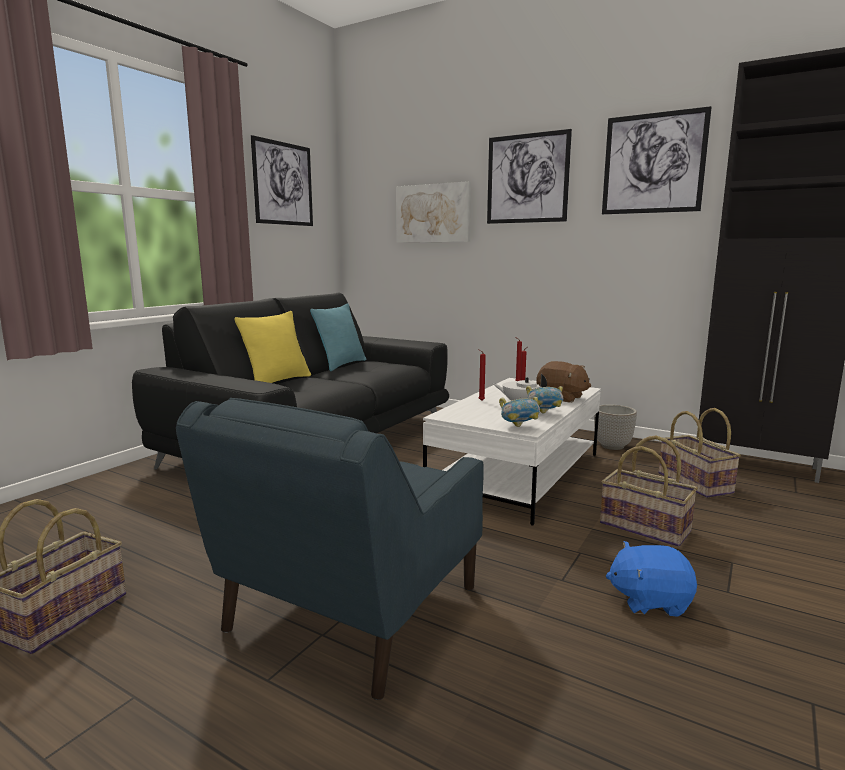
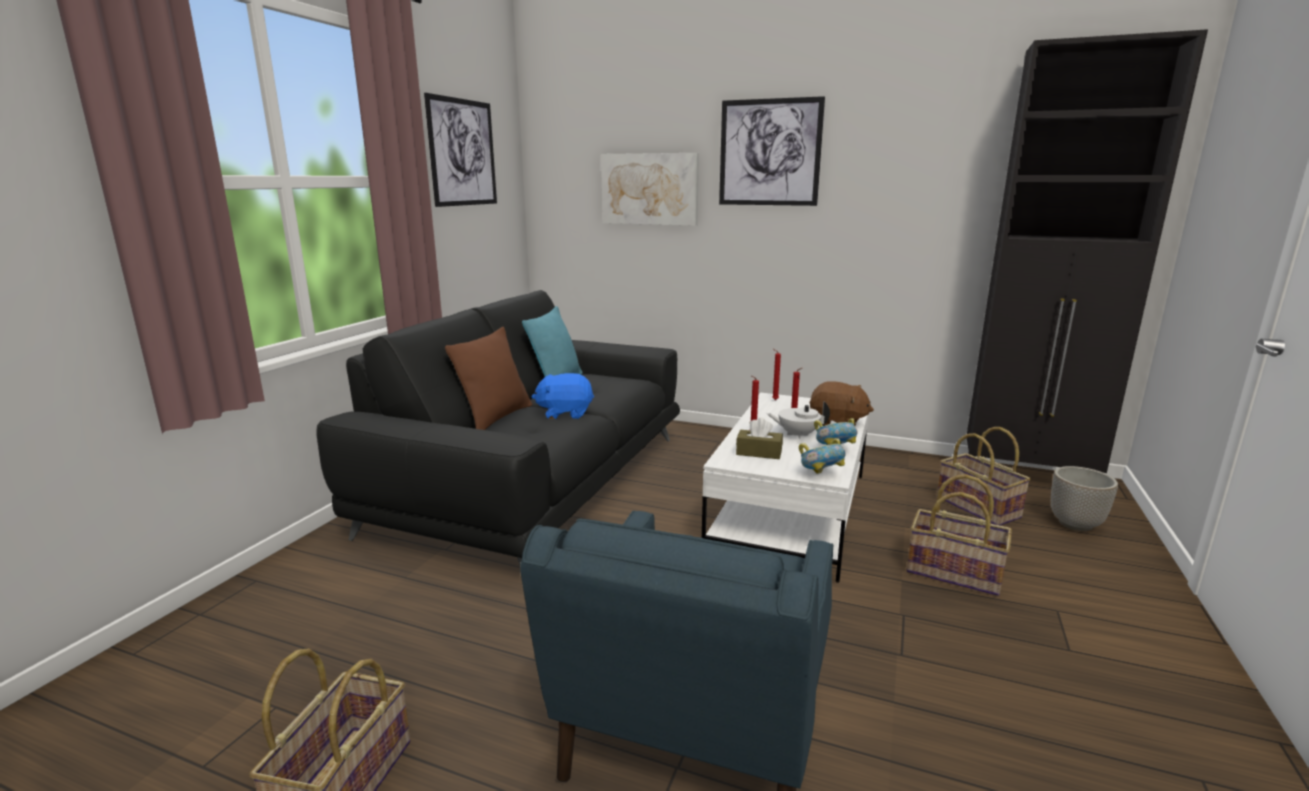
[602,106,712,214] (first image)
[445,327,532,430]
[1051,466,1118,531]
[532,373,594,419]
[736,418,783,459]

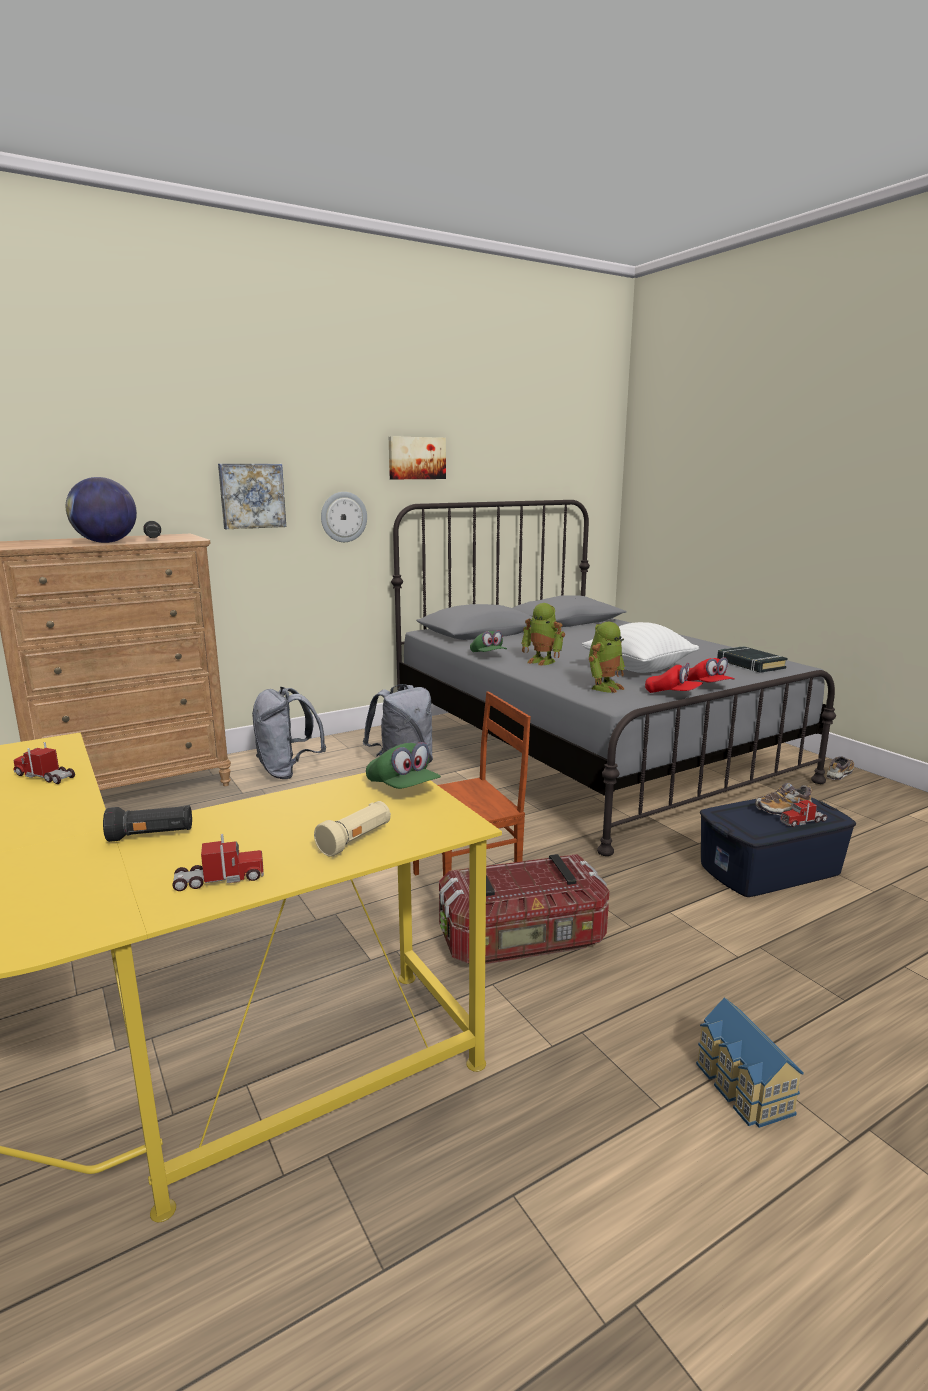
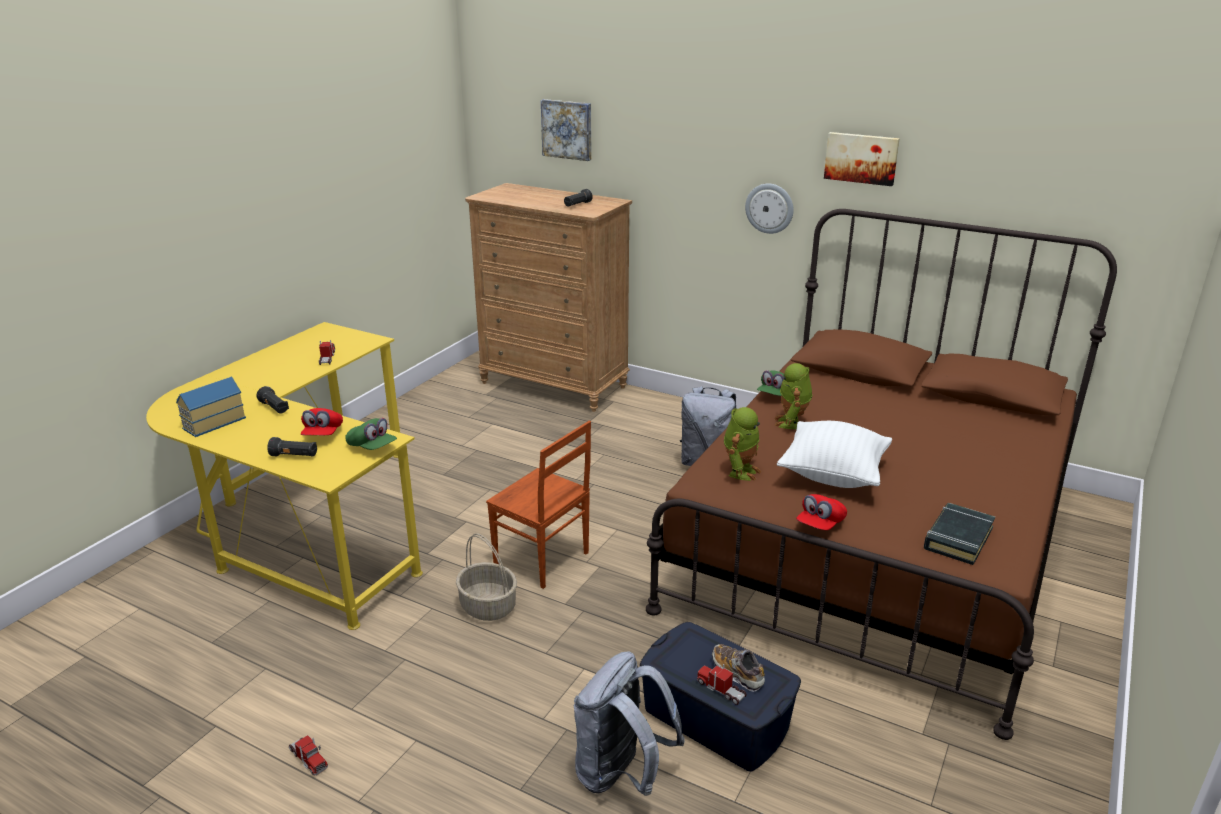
[541,99,591,161]
[66,477,137,543] (first image)
[646,209,1117,740]
[724,407,761,481]
[301,408,343,435]
[573,651,685,796]
[345,418,397,450]
[827,756,854,780] (first image)
[267,437,317,456]
[289,735,328,776]
[456,533,517,621]
[176,377,246,437]

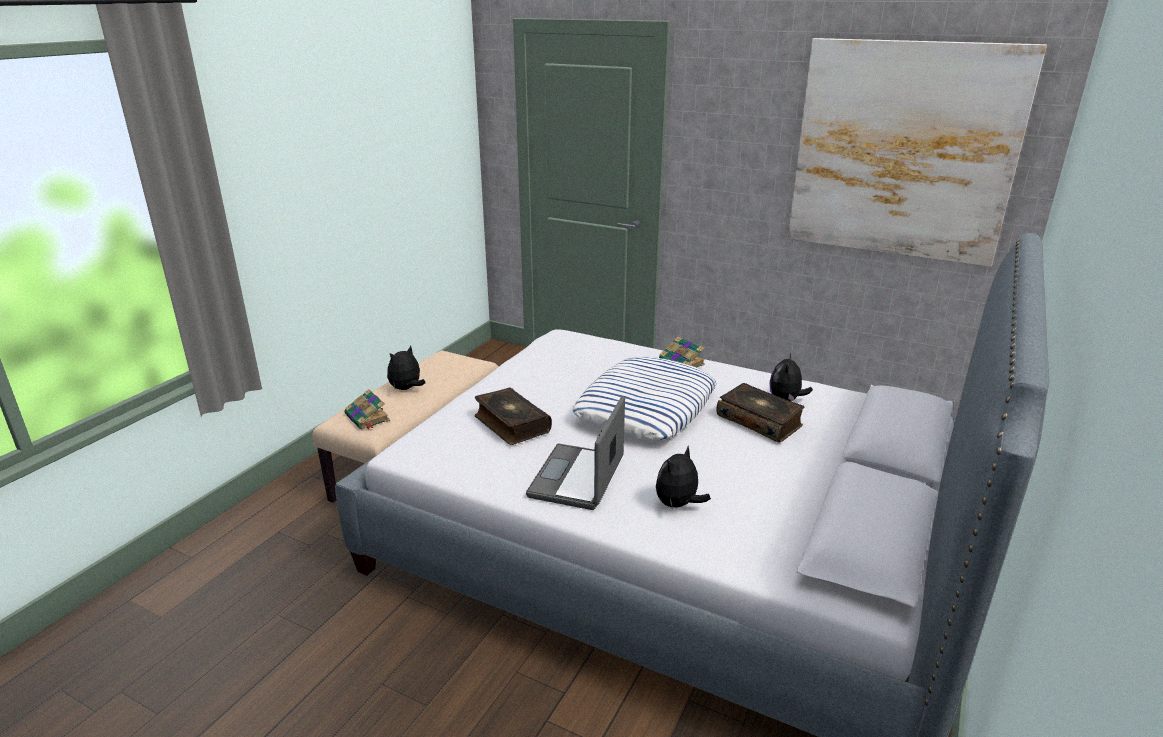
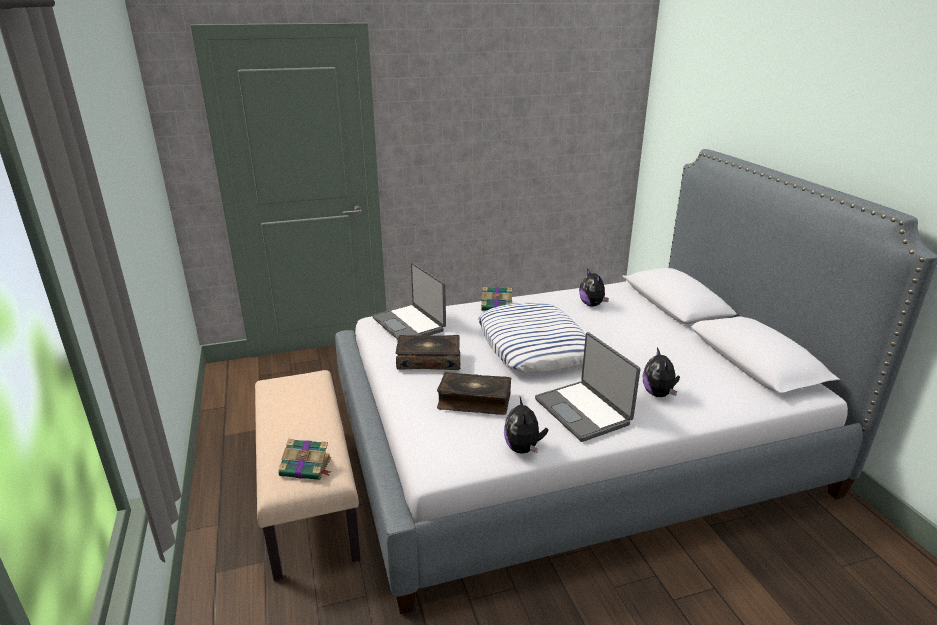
[788,38,1047,267] (first image)
[504,395,548,454]
[395,335,460,370]
[372,262,446,340]

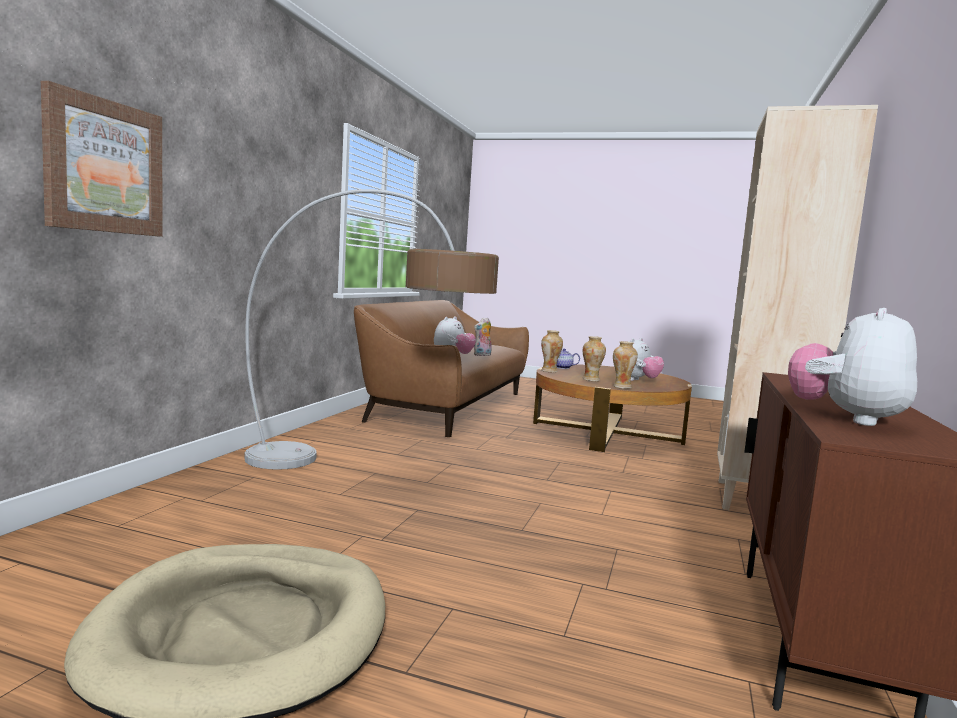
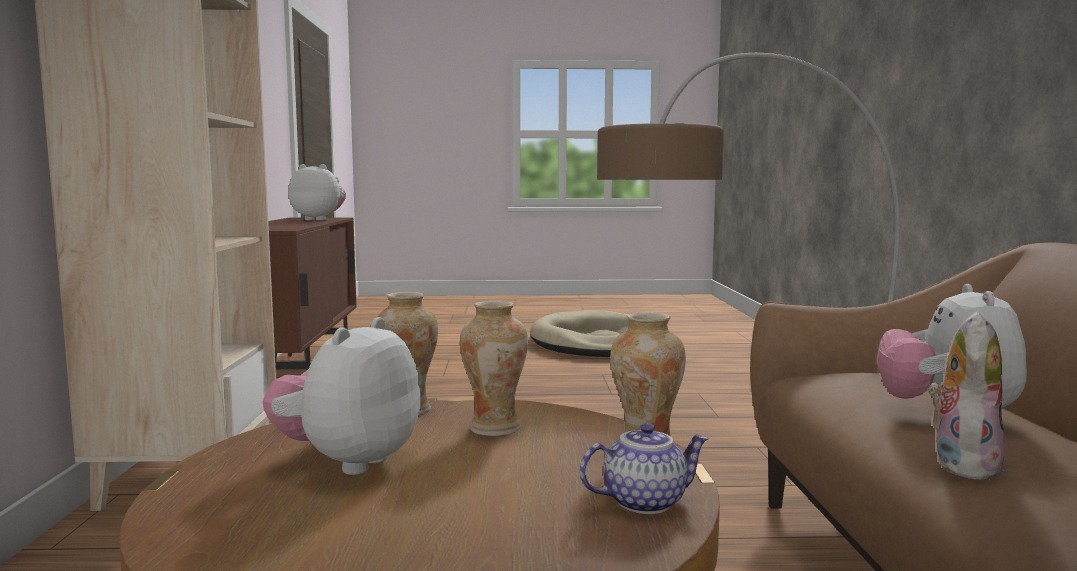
[41,81,163,237] (first image)
[288,164,346,221]

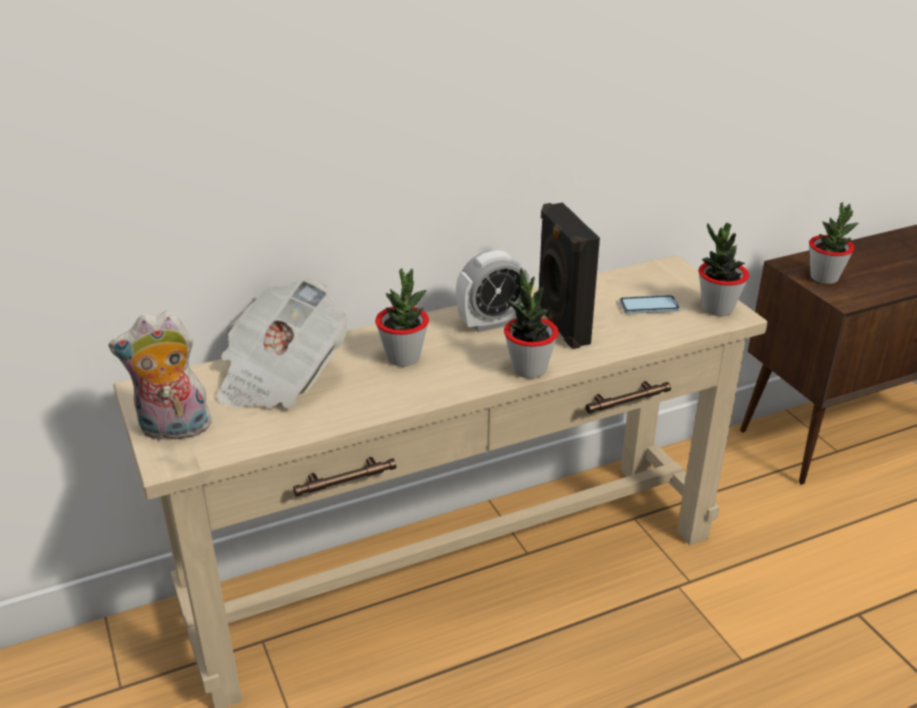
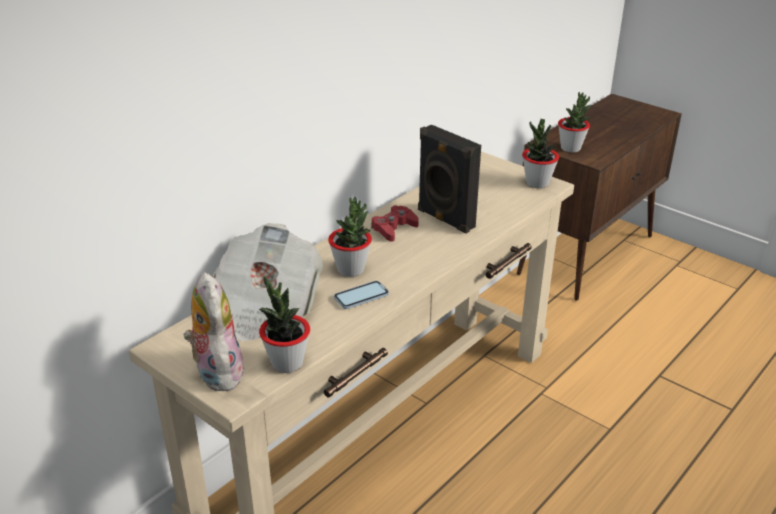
[371,205,419,242]
[259,276,310,373]
[334,281,389,309]
[184,272,244,391]

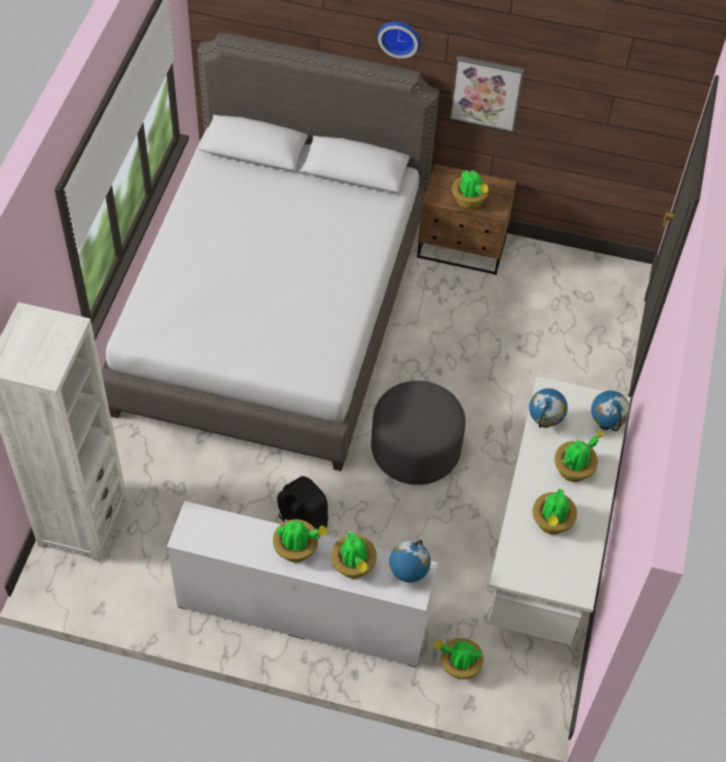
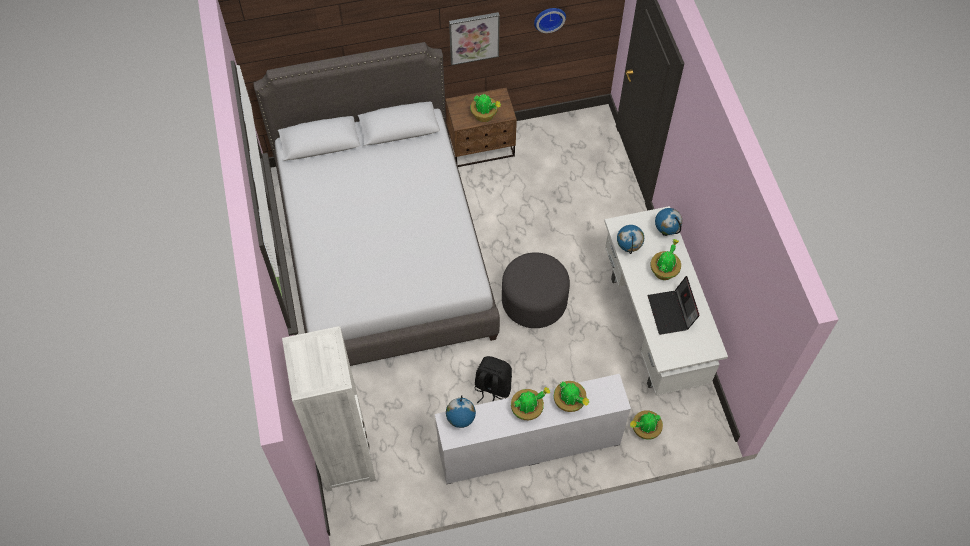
[534,8,566,33]
[648,276,700,335]
[446,395,476,428]

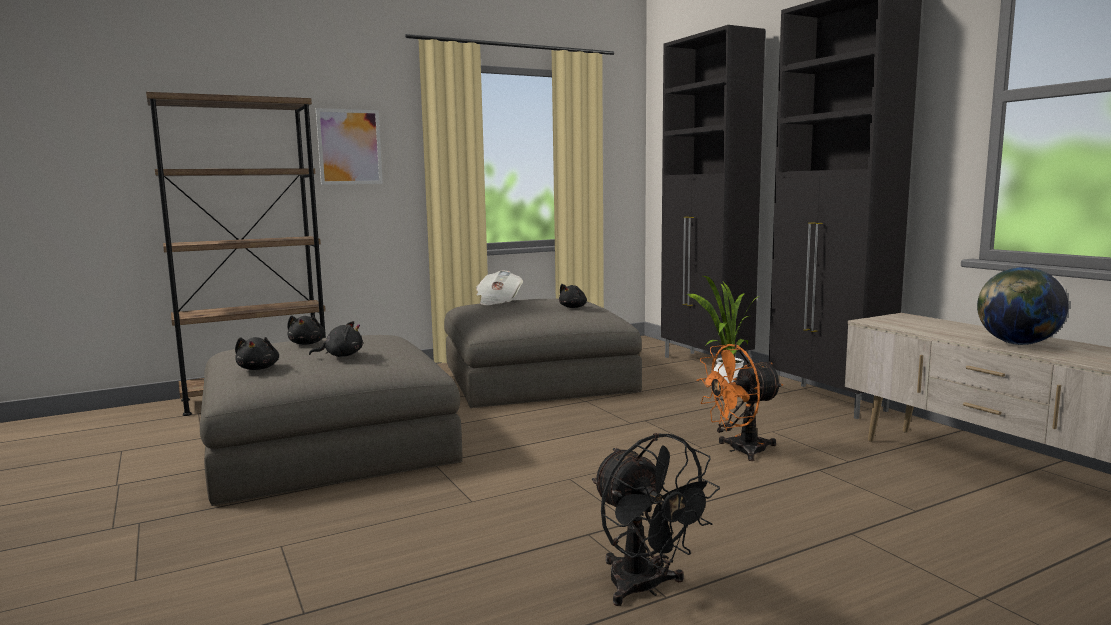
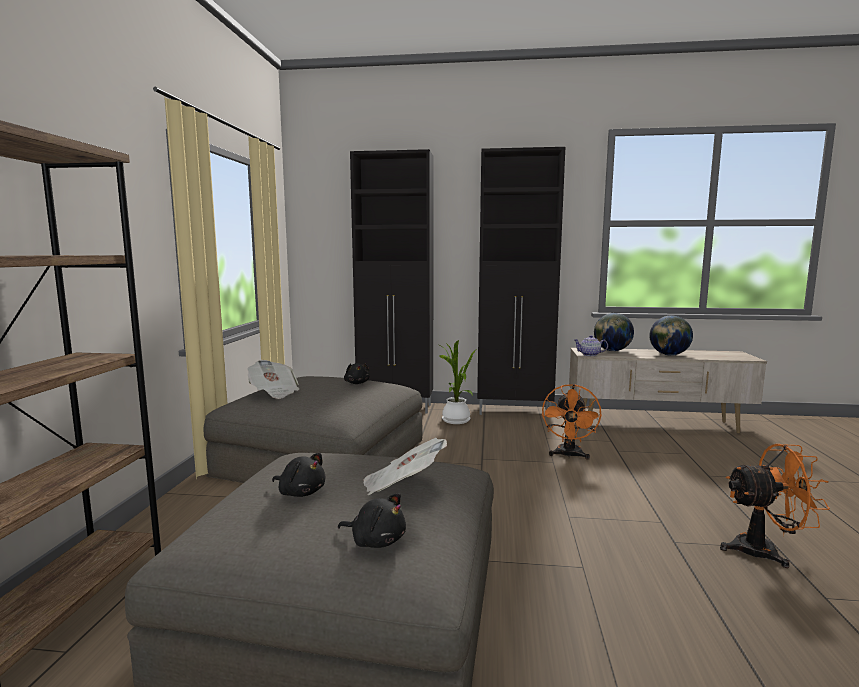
[316,108,383,185] (first image)
[363,438,447,495]
[720,444,830,568]
[594,313,634,351]
[574,335,608,356]

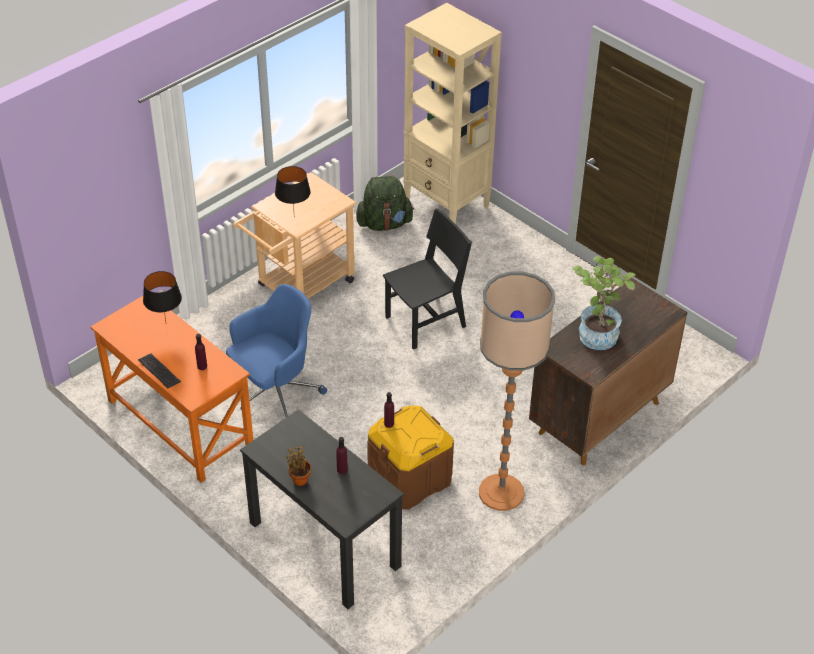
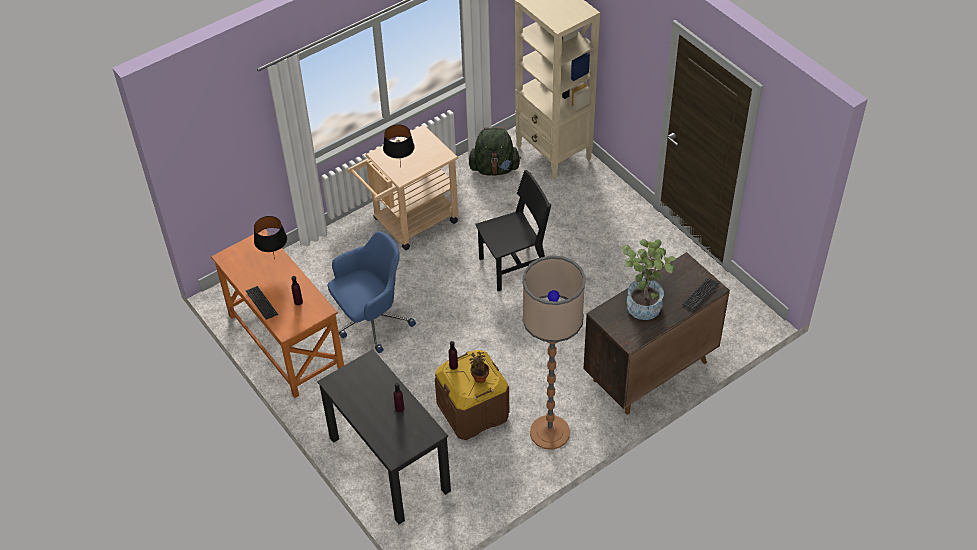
[470,351,489,383]
[682,278,719,311]

